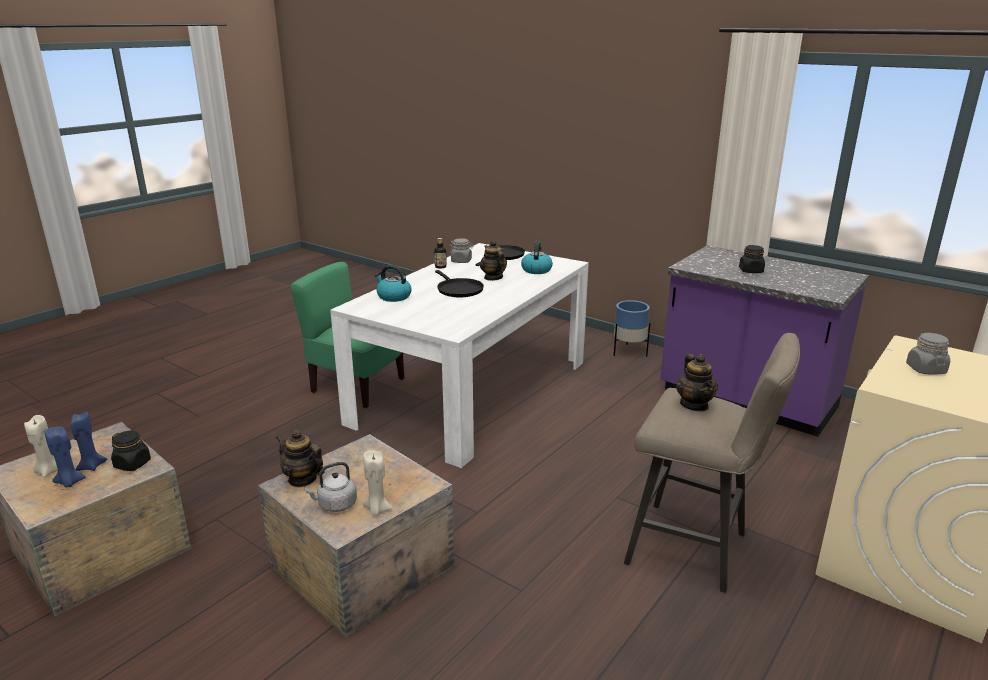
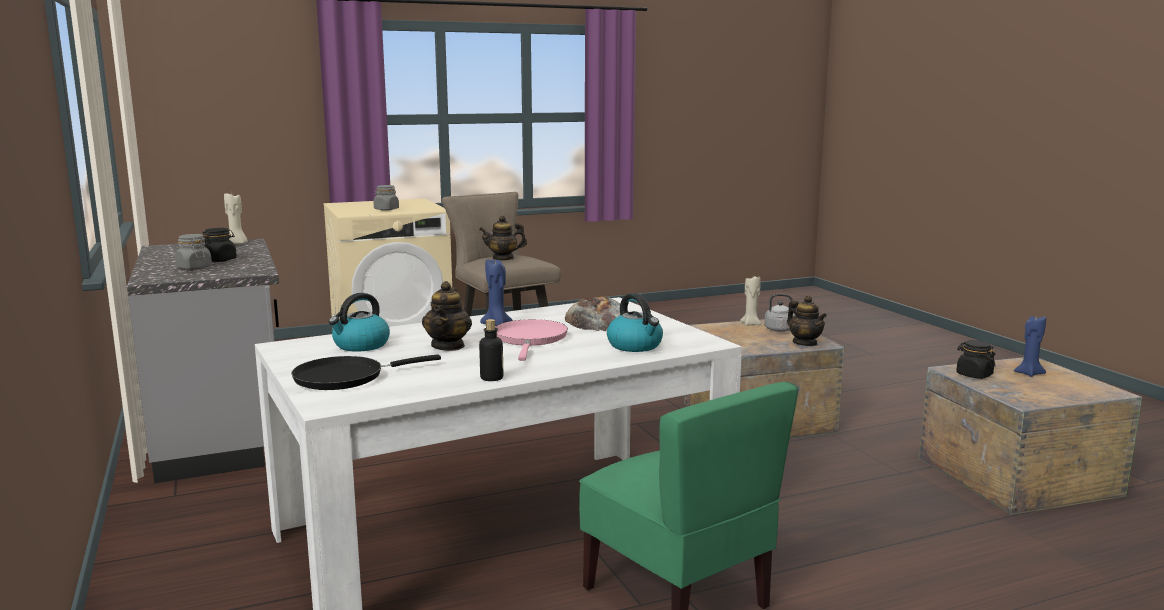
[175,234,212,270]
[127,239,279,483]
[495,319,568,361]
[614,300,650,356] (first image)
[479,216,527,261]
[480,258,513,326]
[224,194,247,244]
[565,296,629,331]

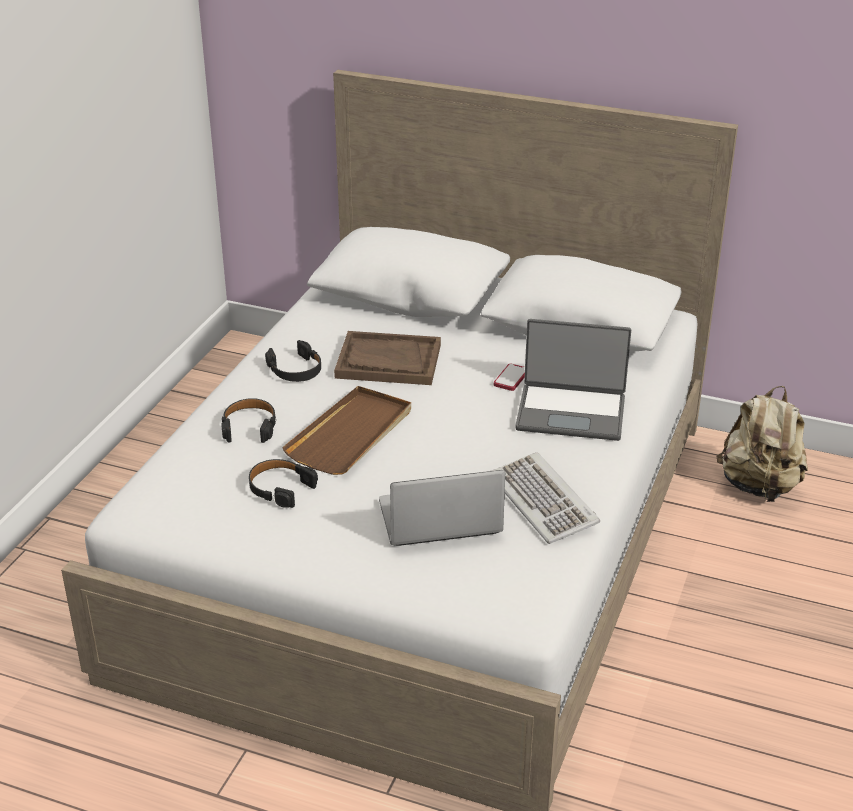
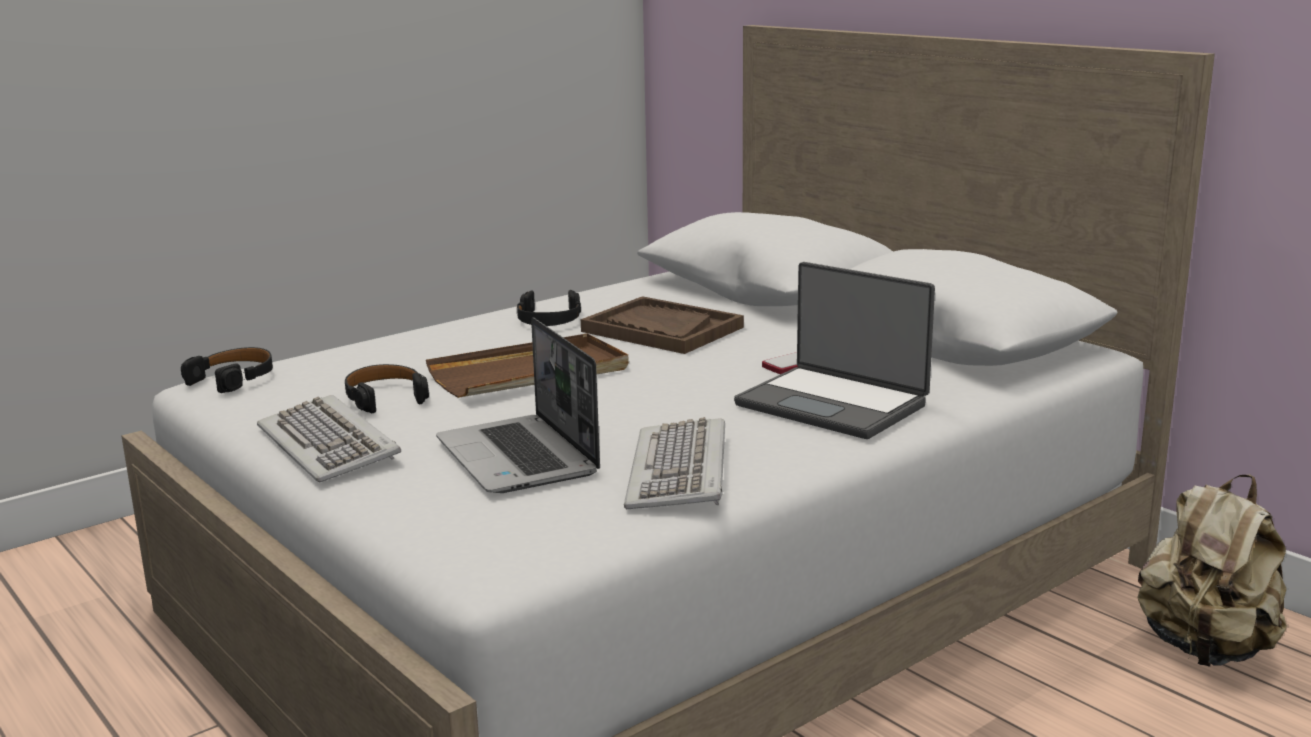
[181,347,273,393]
[436,318,600,493]
[257,395,401,482]

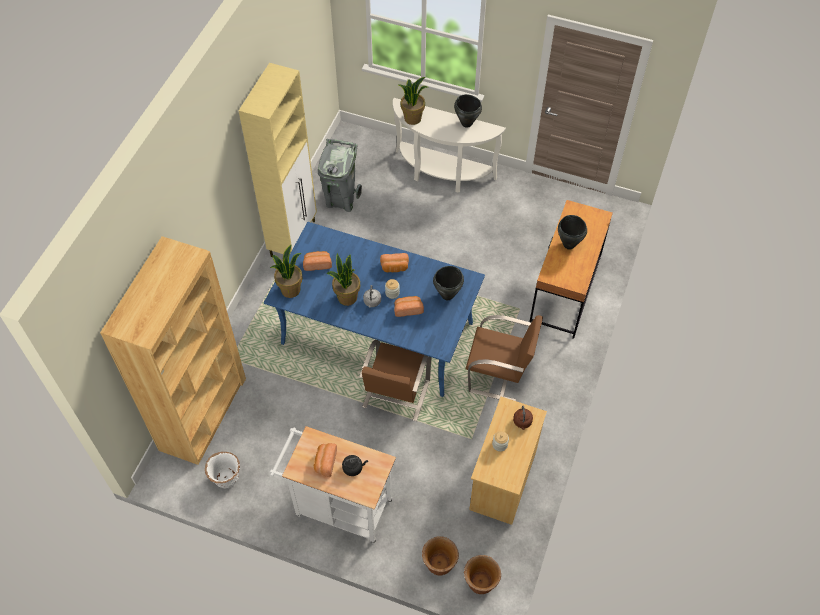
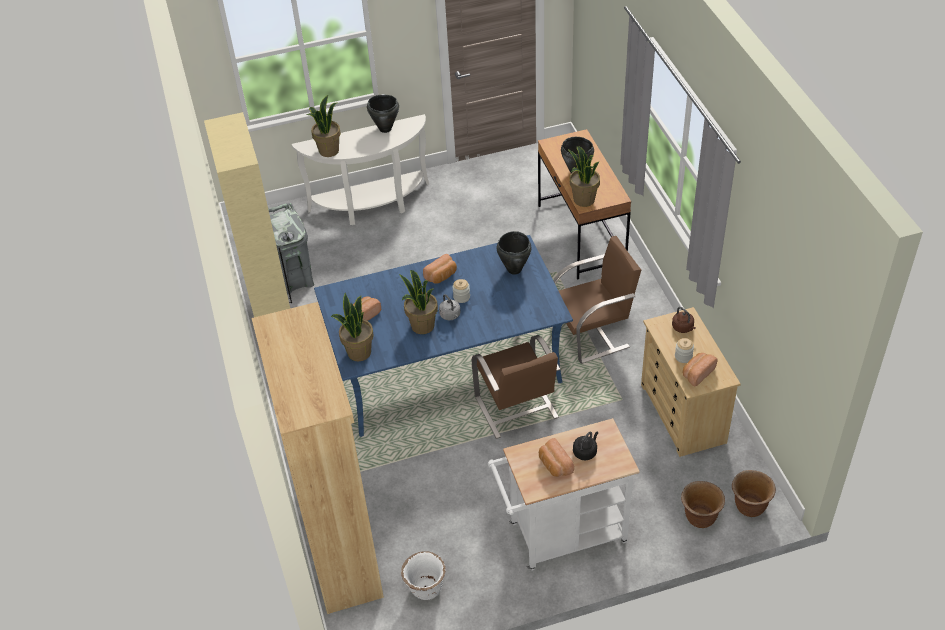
[683,353,718,386]
[568,146,600,207]

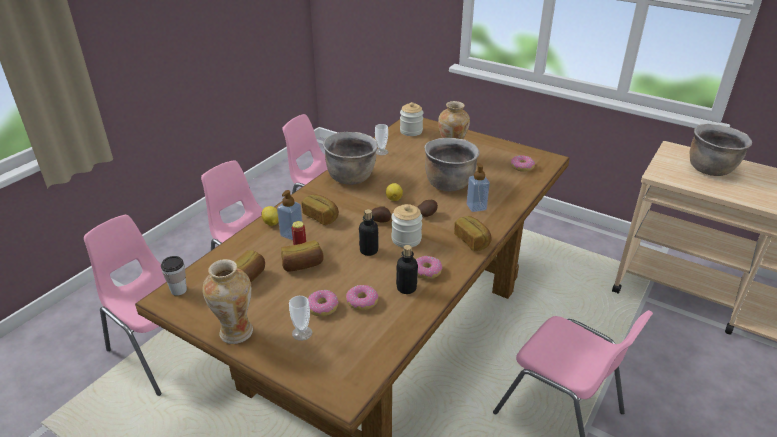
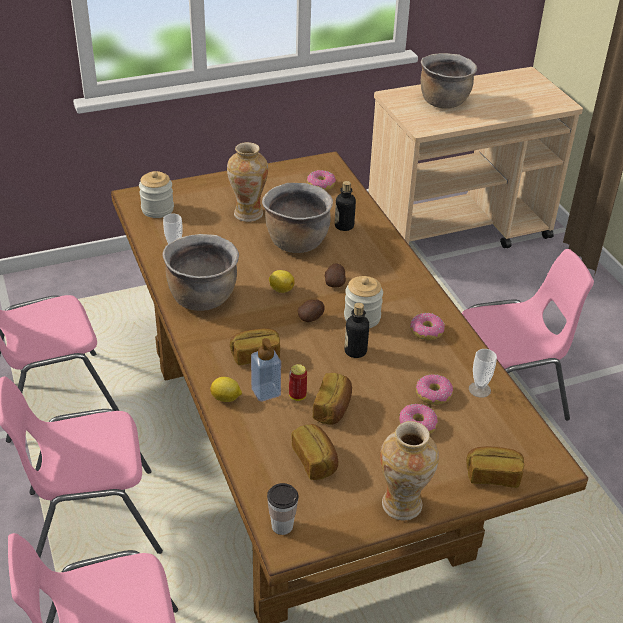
[467,162,490,212] (first image)
[466,446,524,488]
[335,181,356,231]
[469,349,497,398]

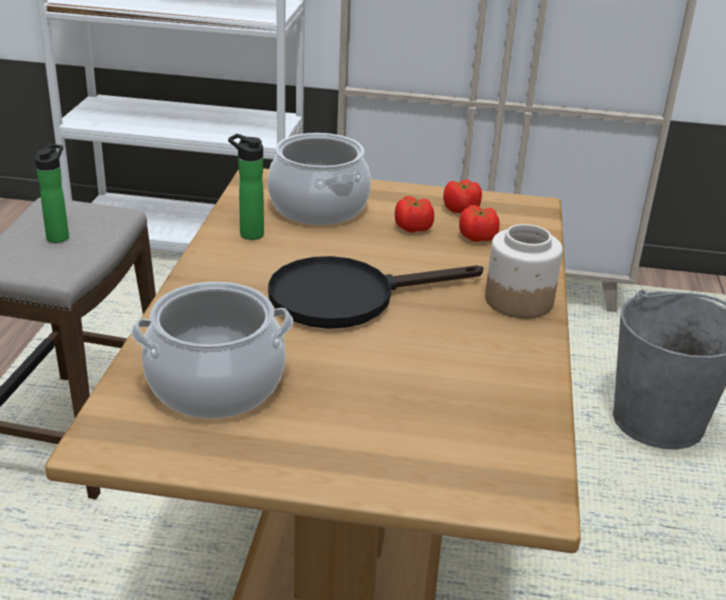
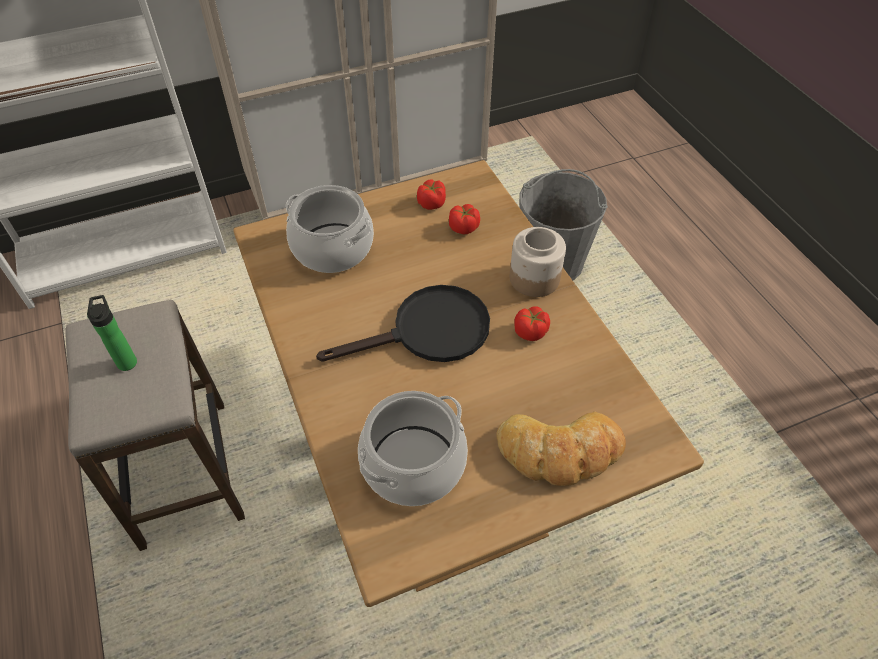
[228,134,264,240] (first image)
[514,306,550,341]
[316,285,490,362]
[496,411,626,486]

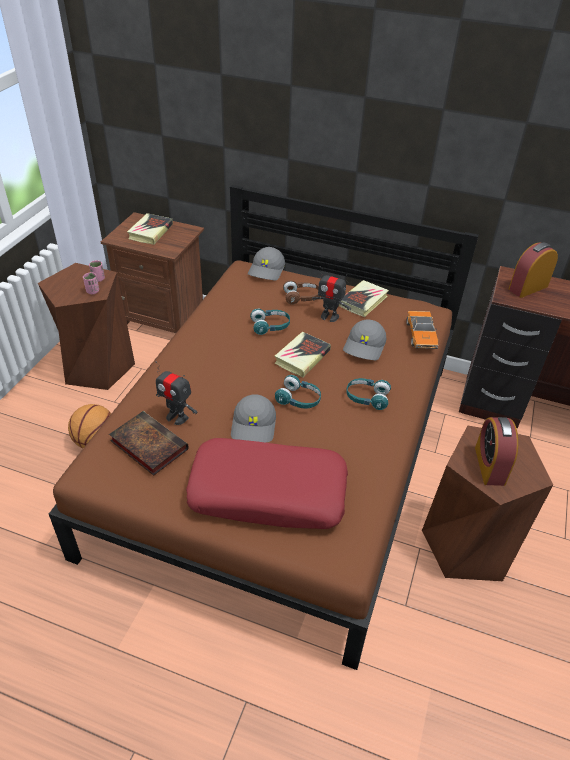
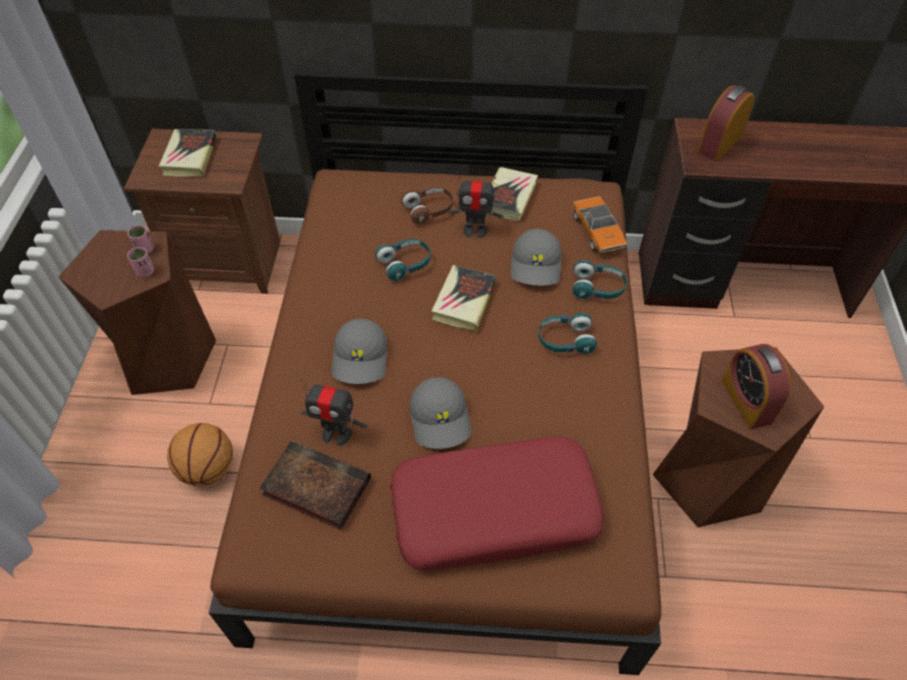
[332,319,388,384]
[572,260,627,299]

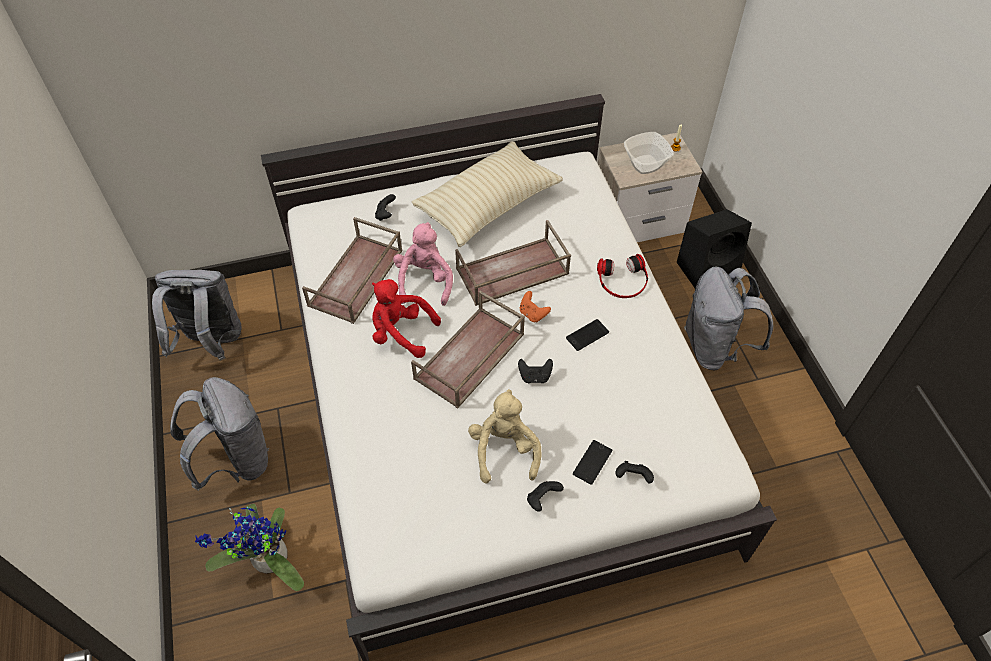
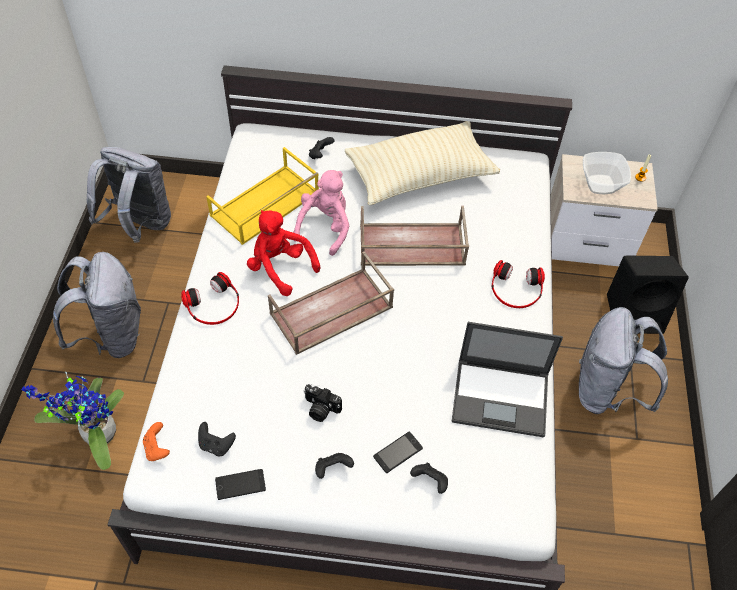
[206,147,319,245]
[143,422,170,461]
[215,469,266,500]
[198,422,236,456]
[304,384,342,422]
[181,272,239,325]
[452,322,563,437]

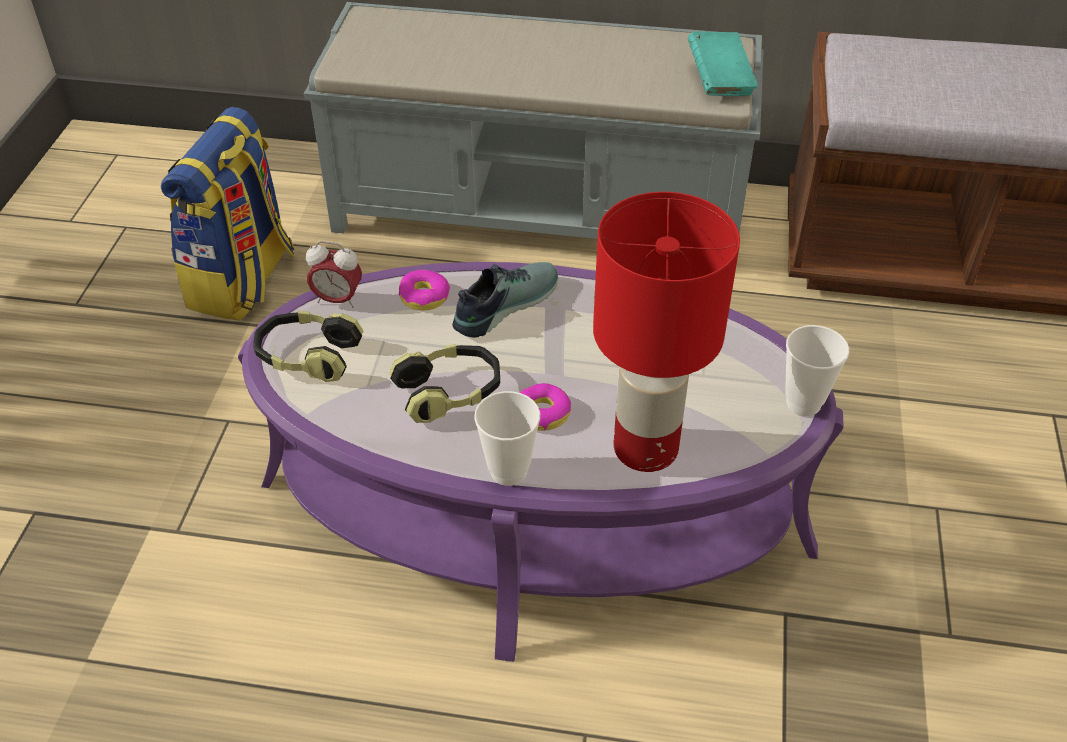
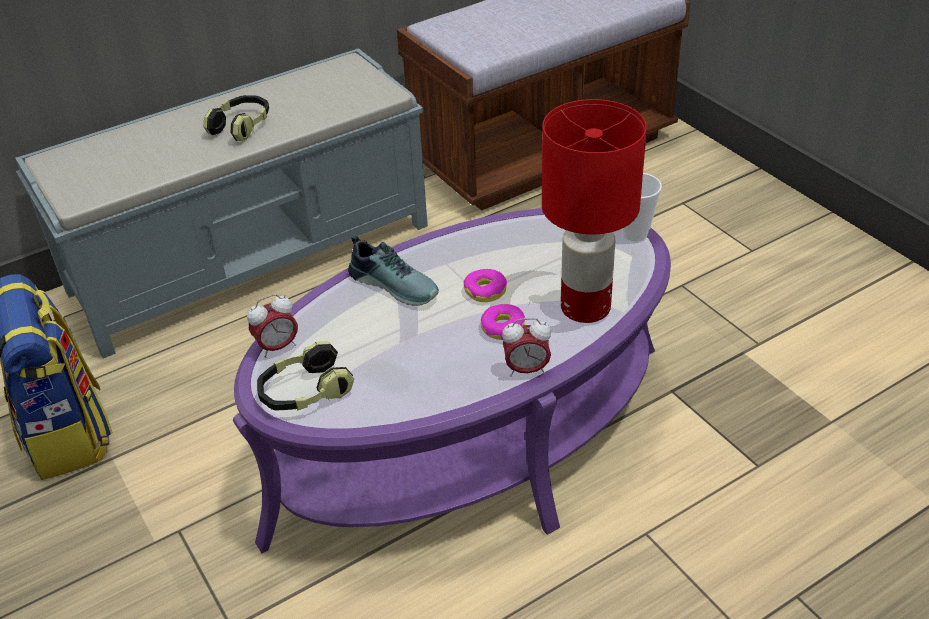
[688,31,758,96] (first image)
[348,235,439,306]
[463,269,507,302]
[204,95,269,141]
[502,318,551,377]

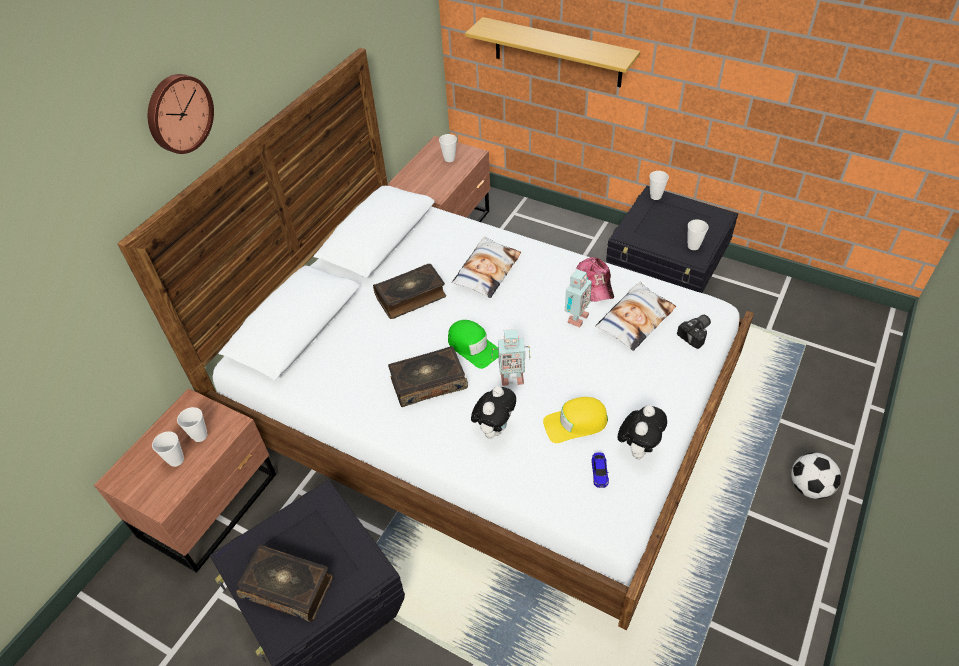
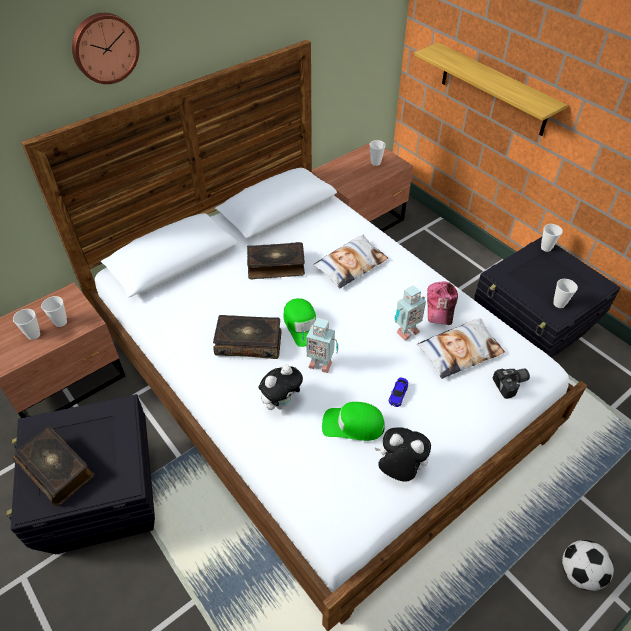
[322,402,385,441]
[374,427,431,482]
[389,377,408,407]

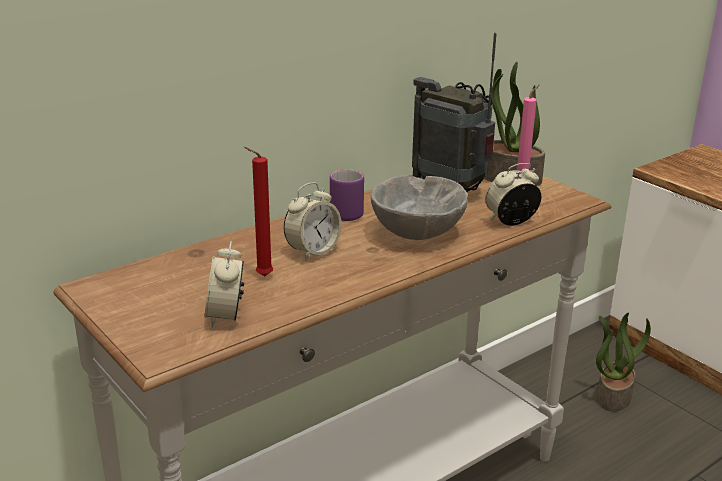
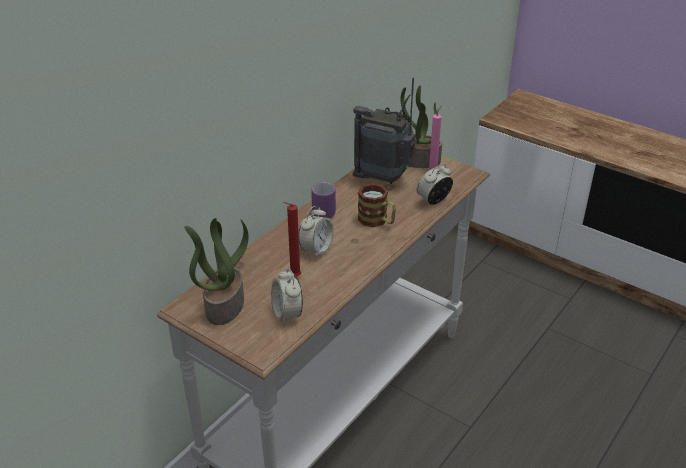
[358,183,396,228]
[185,218,249,325]

